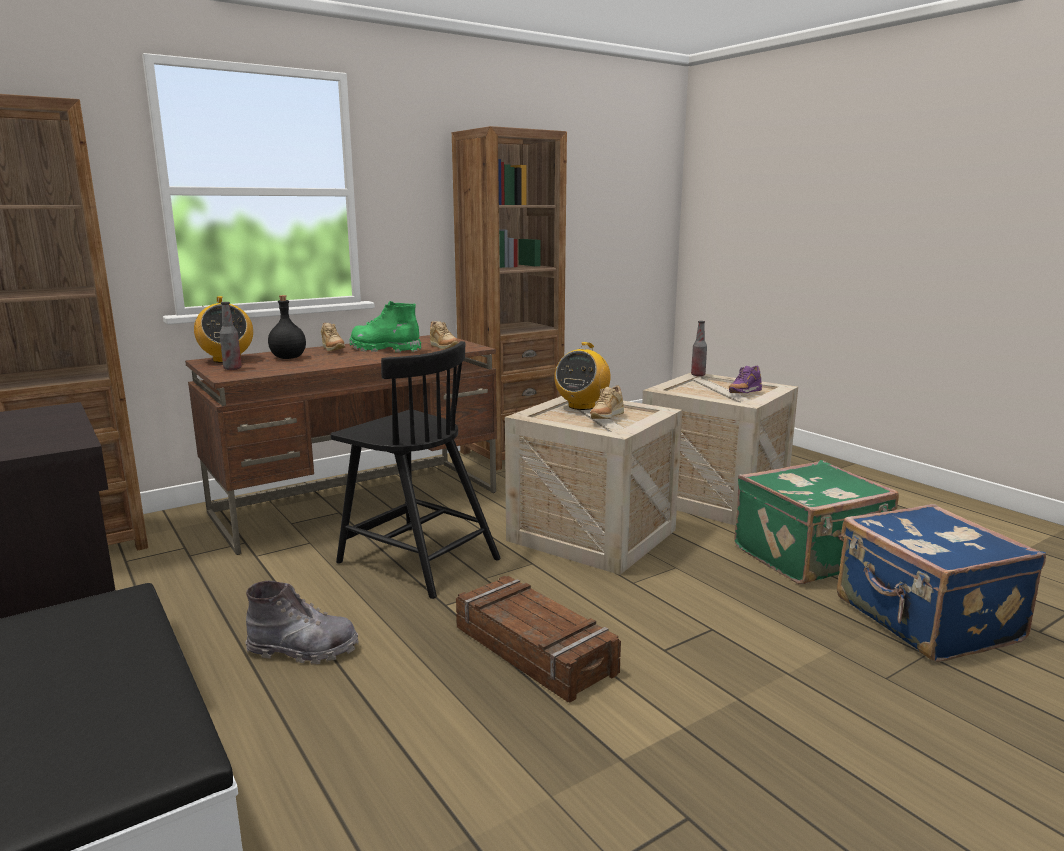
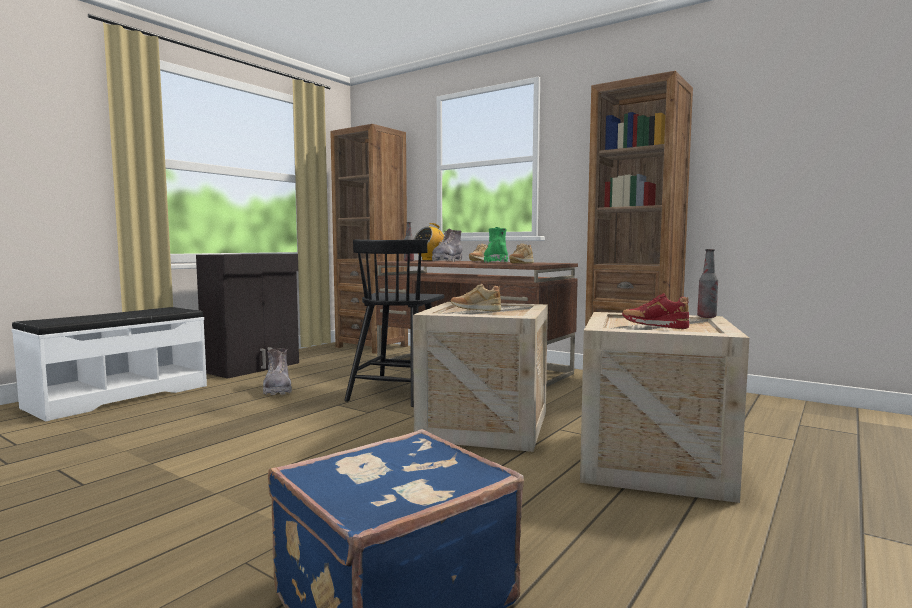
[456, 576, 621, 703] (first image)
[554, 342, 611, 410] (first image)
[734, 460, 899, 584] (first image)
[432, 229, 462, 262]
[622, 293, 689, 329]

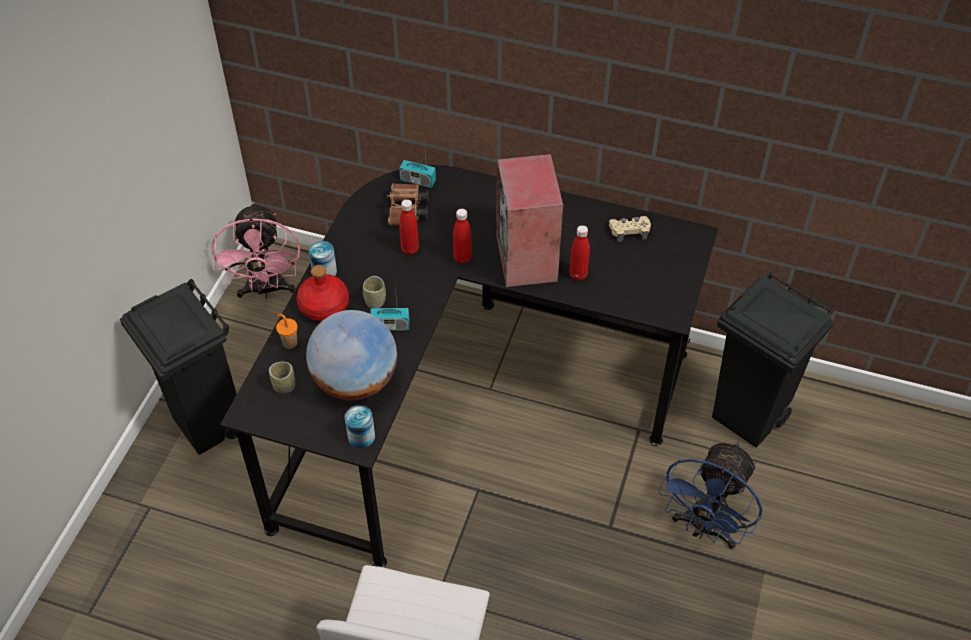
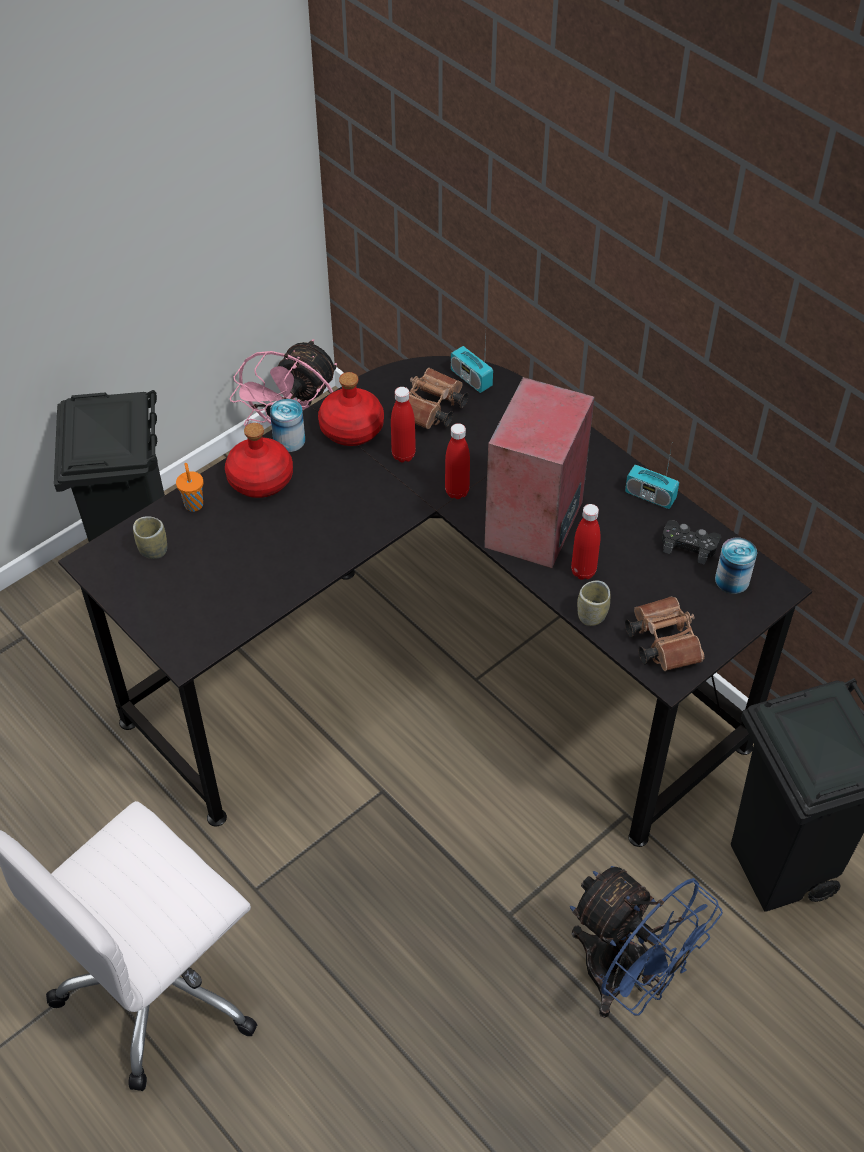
[306, 310, 397, 400] (first image)
[318, 372, 384, 446]
[625, 597, 705, 671]
[715, 537, 757, 594]
[577, 581, 610, 626]
[625, 445, 679, 509]
[662, 520, 721, 565]
[570, 866, 723, 1018]

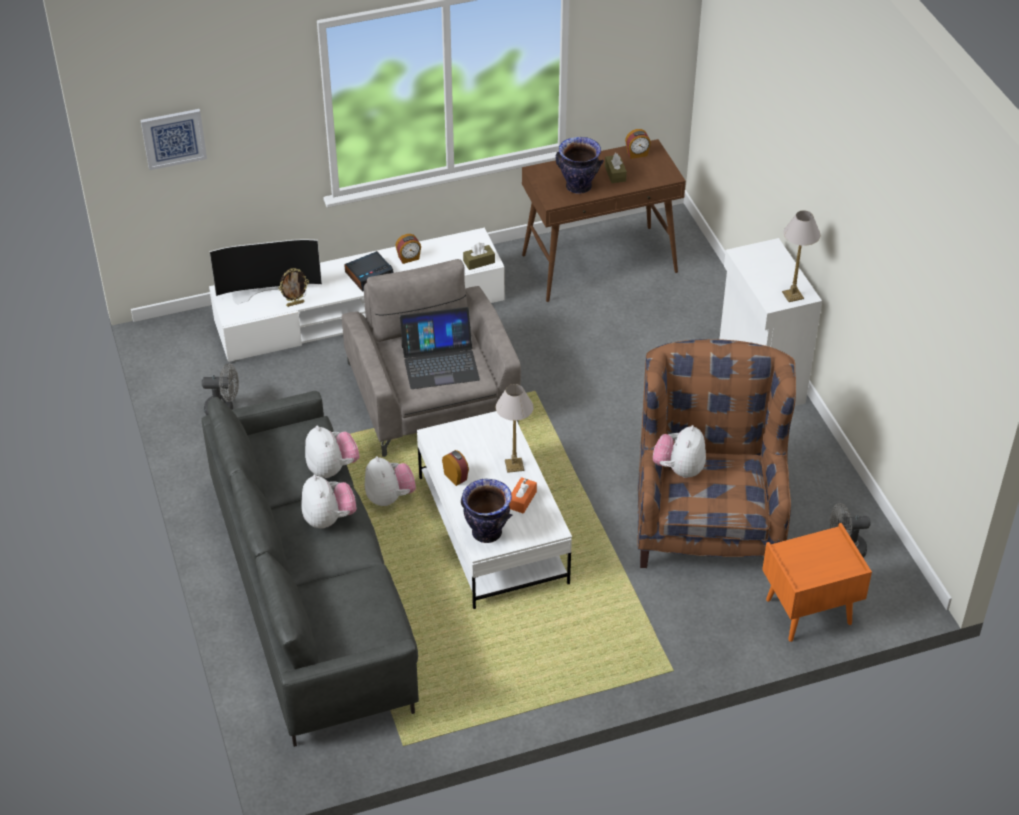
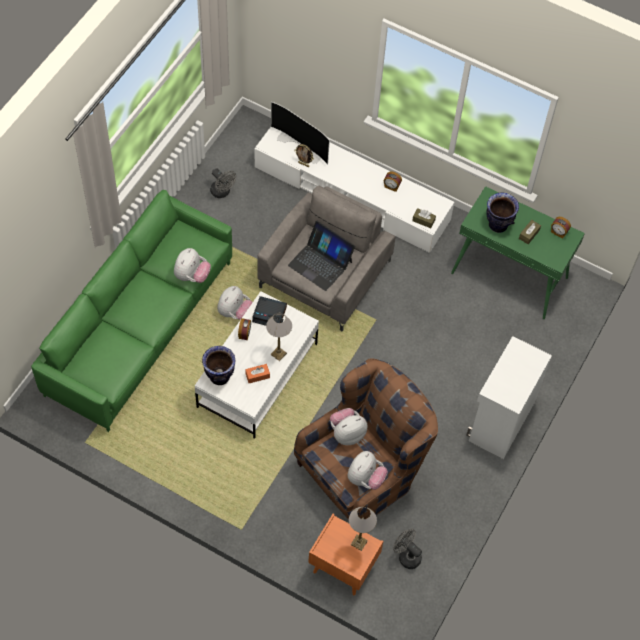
[141, 109, 207, 170] (first image)
[347, 451, 388, 490]
[252, 296, 287, 326]
[349, 507, 377, 551]
[31, 190, 232, 432]
[451, 186, 585, 319]

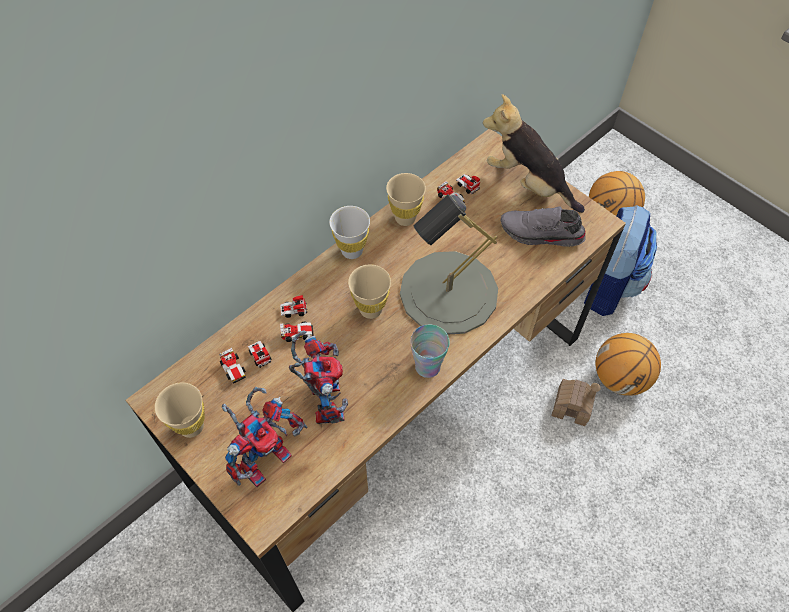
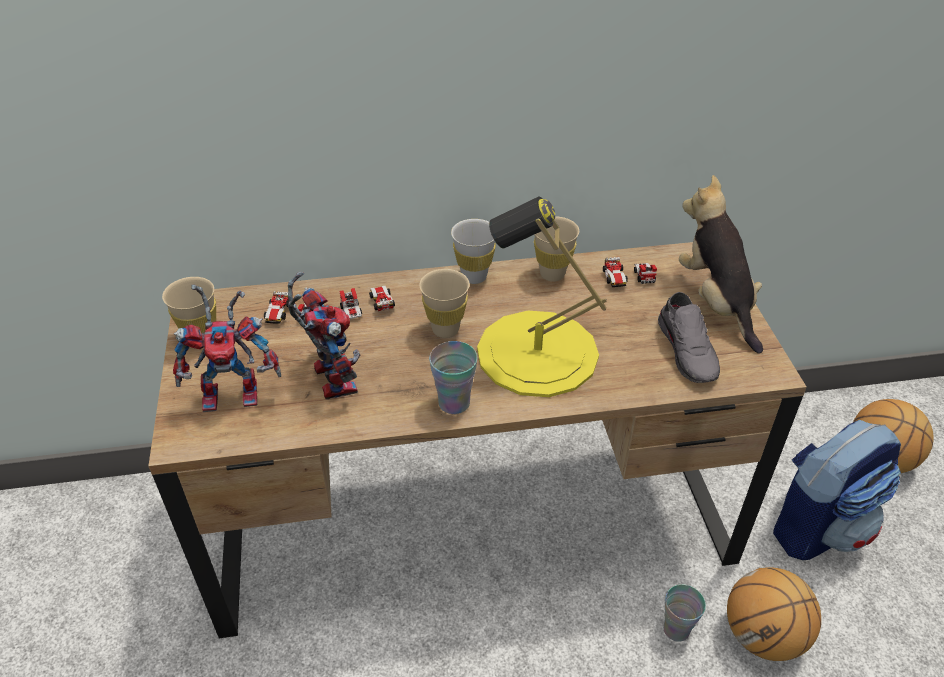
[663, 585, 706, 642]
[477, 196, 607, 397]
[340, 286, 395, 319]
[288, 272, 360, 400]
[658, 292, 720, 383]

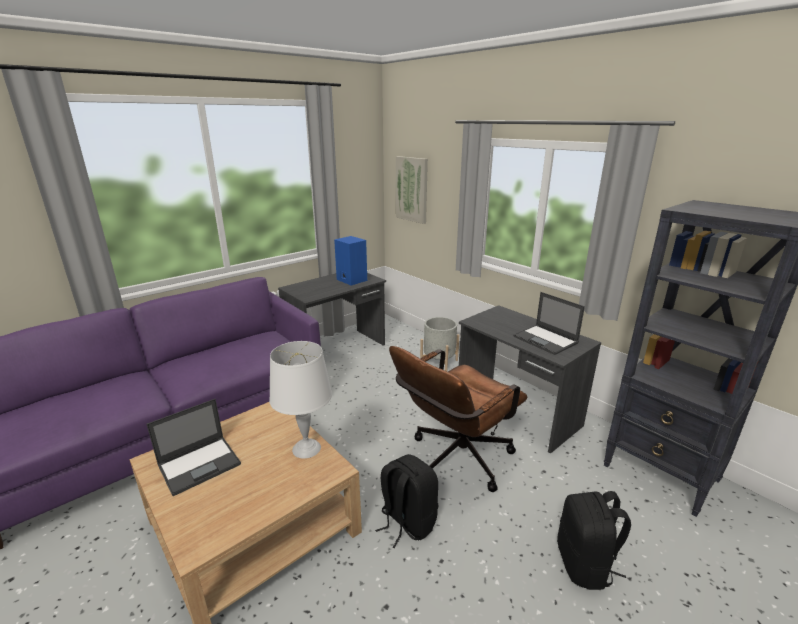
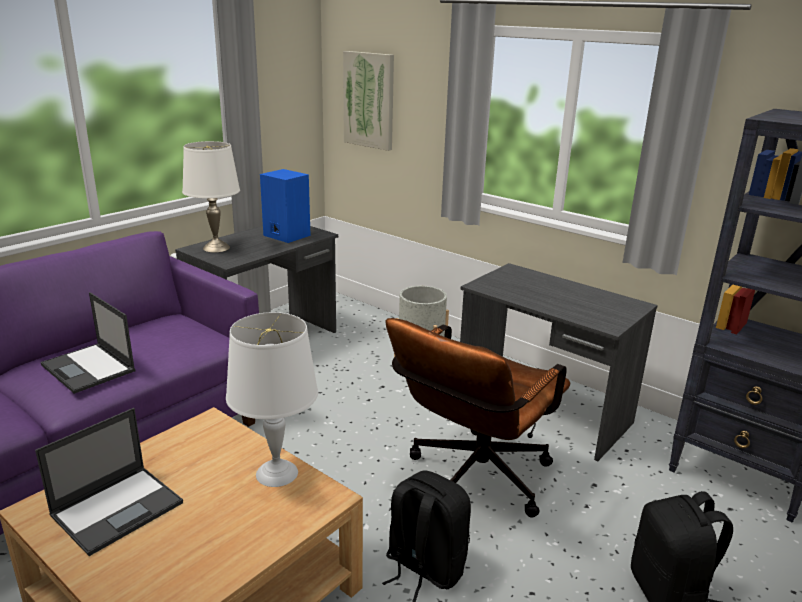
[182, 141, 240, 252]
[41, 292, 136, 394]

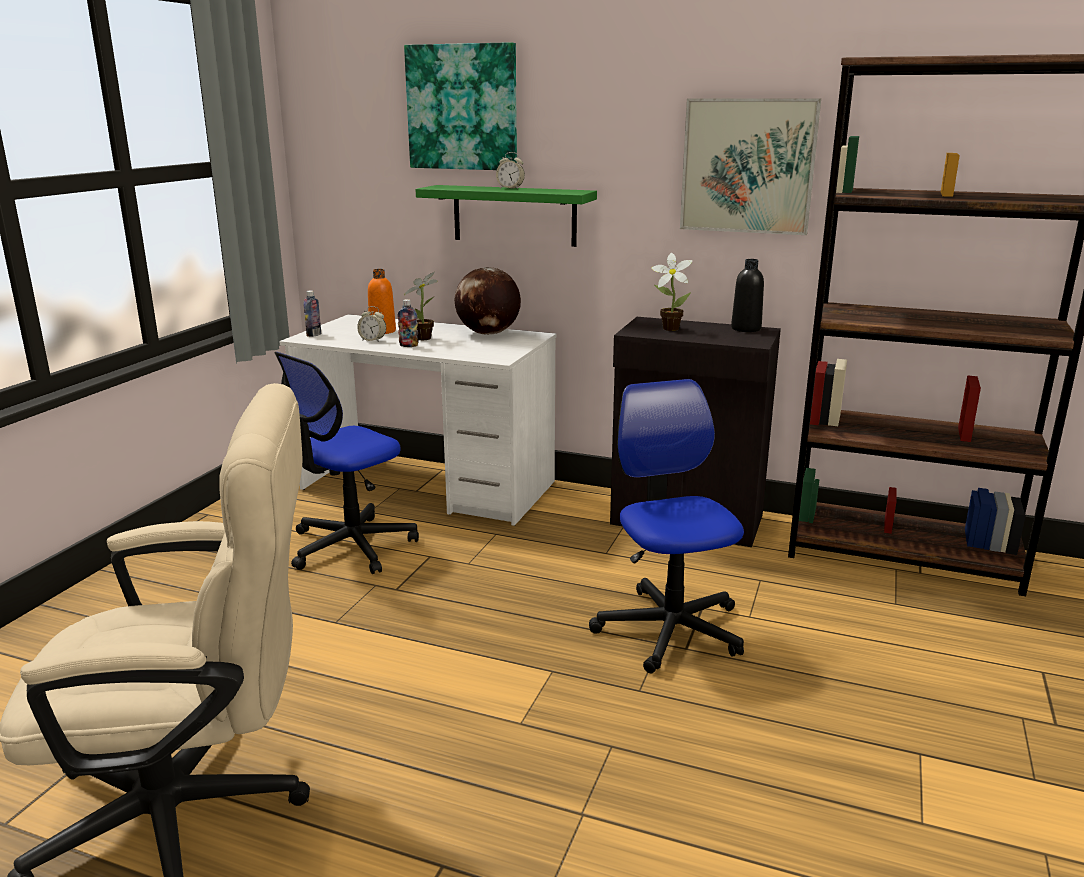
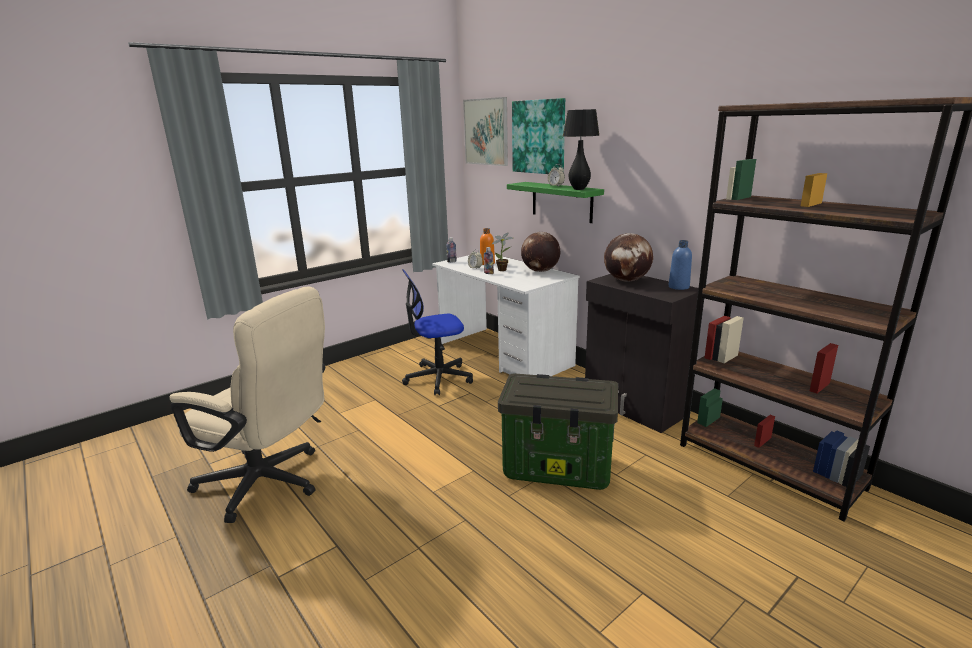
[563, 109, 599, 190]
[463, 97, 508, 166]
[498, 373, 618, 490]
[604, 233, 653, 282]
[669, 240, 692, 290]

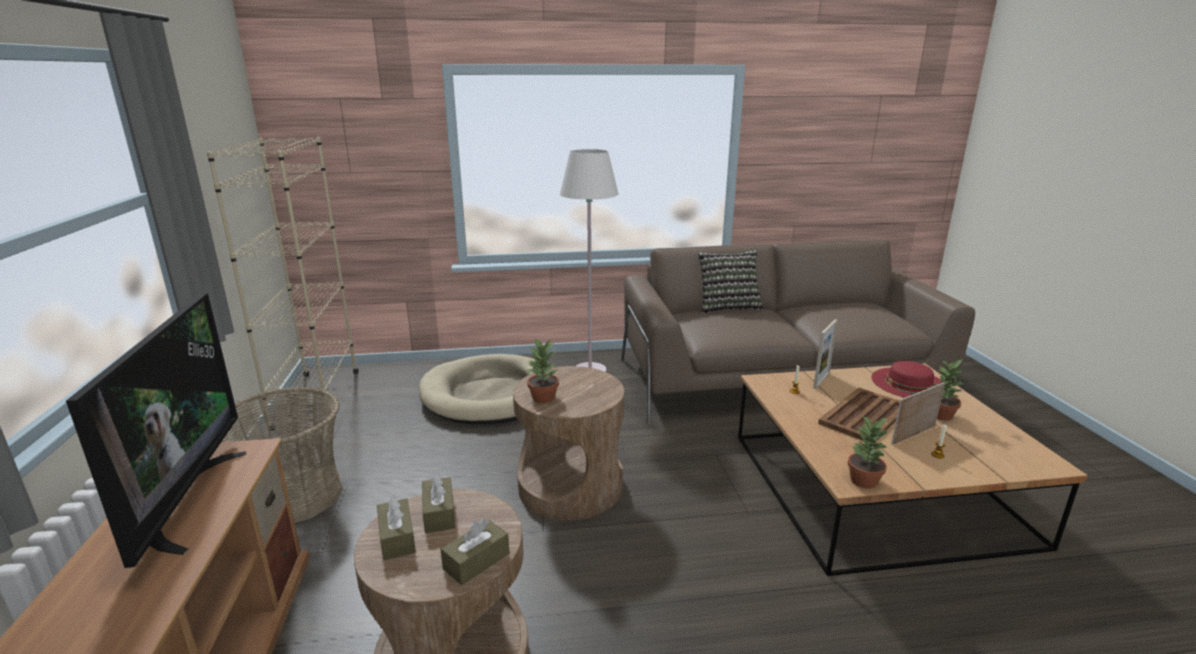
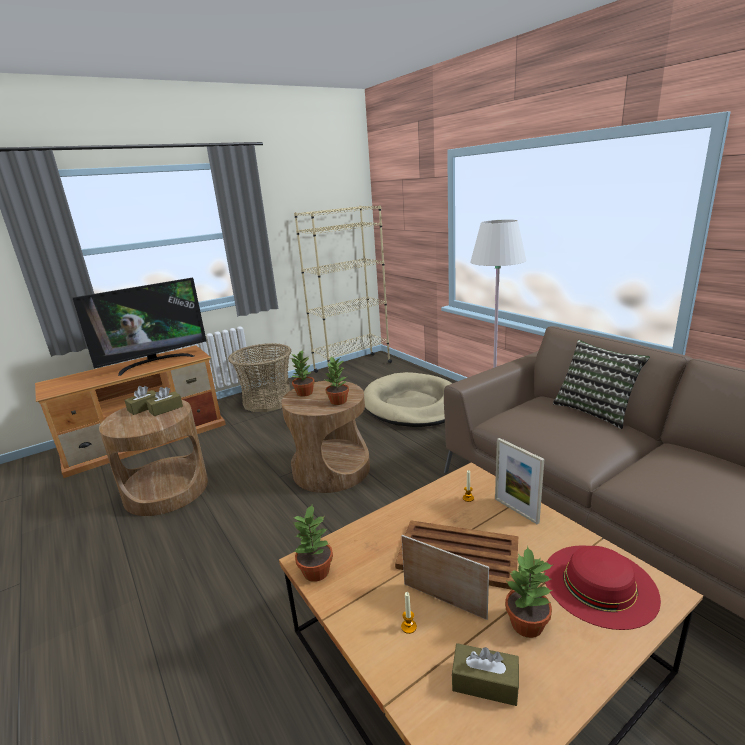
[325, 357, 349, 405]
[452, 643, 519, 706]
[495, 438, 544, 525]

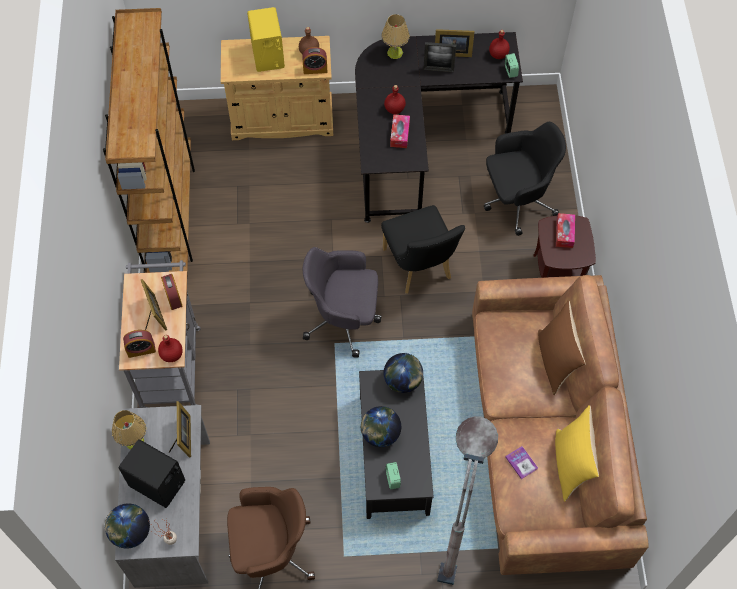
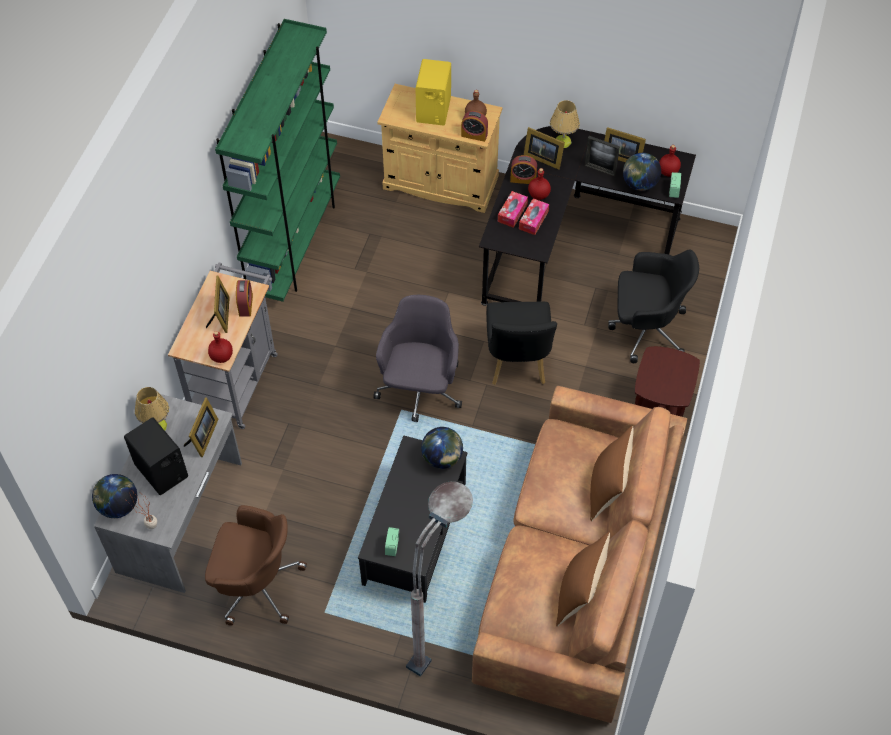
[505, 446, 538, 479] (first image)
[524, 127, 565, 170]
[510, 155, 537, 184]
[623, 153, 661, 191]
[498, 191, 528, 228]
[215, 19, 340, 302]
[556, 532, 610, 627]
[373, 295, 462, 422]

